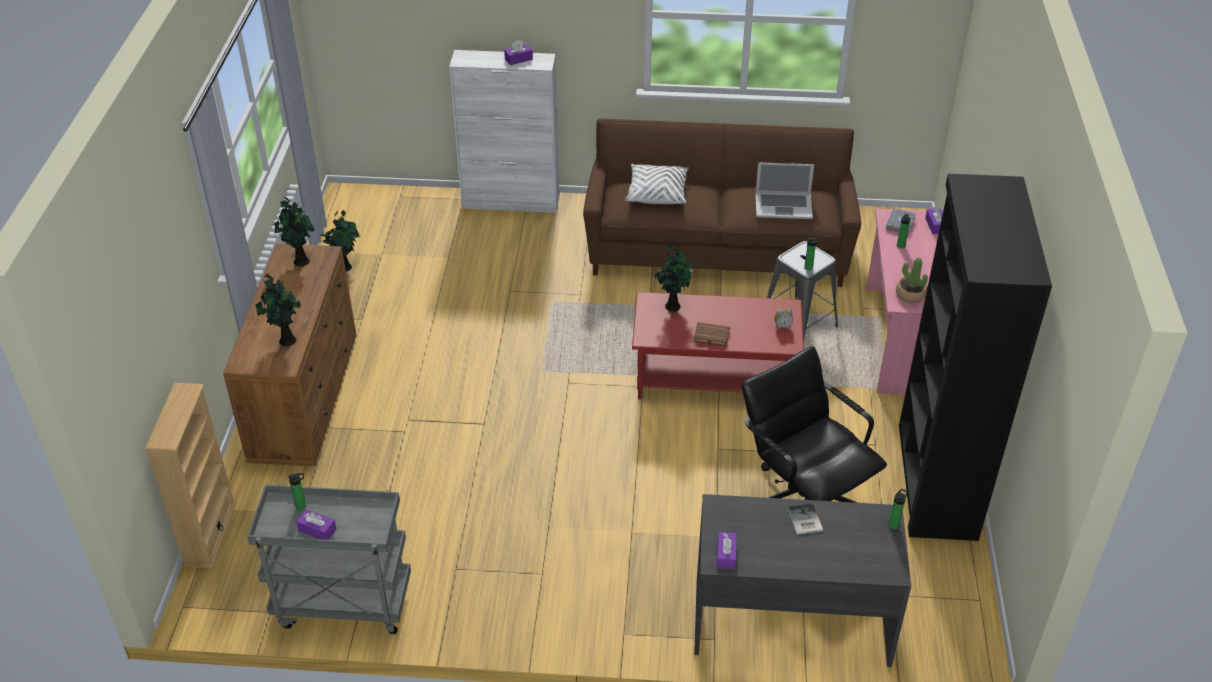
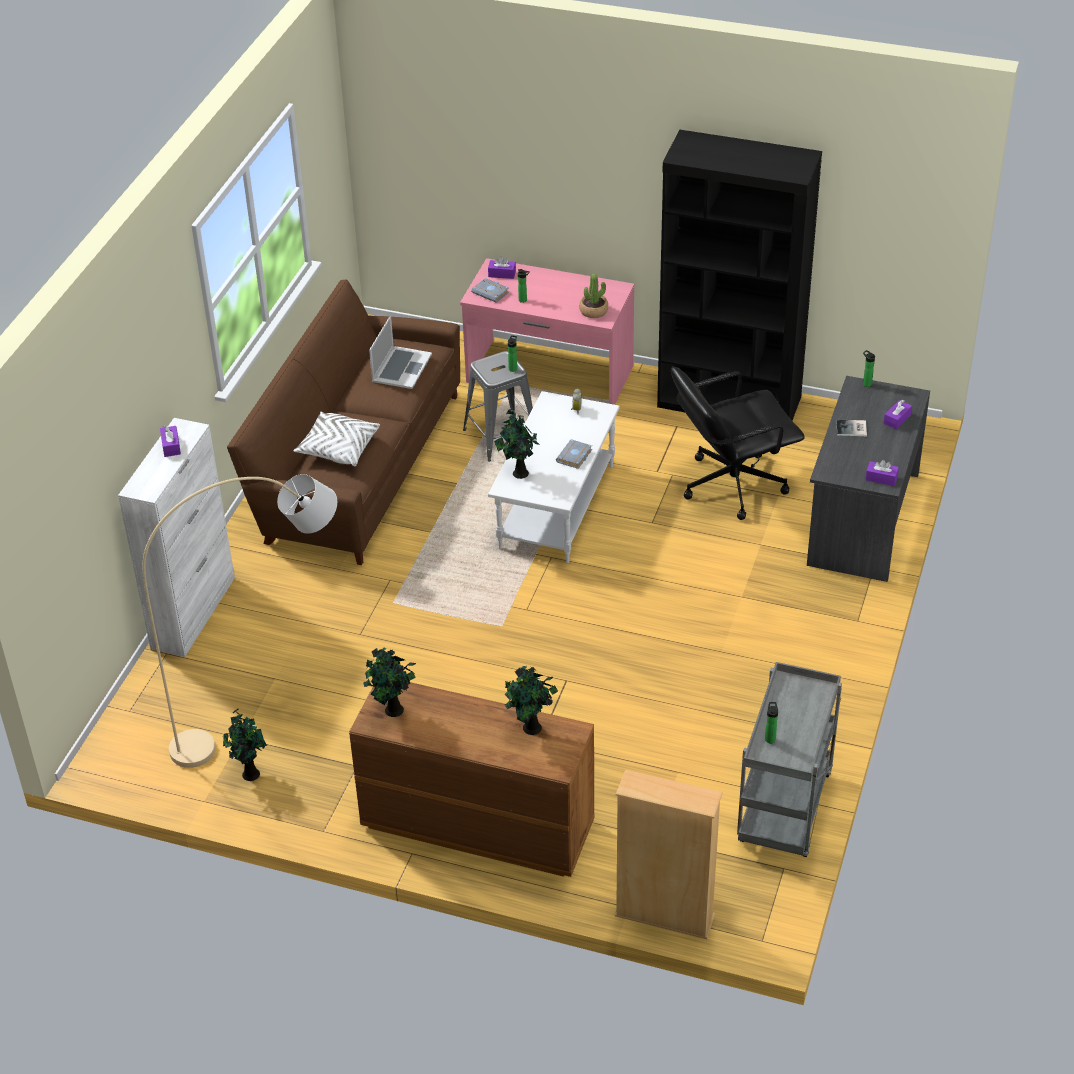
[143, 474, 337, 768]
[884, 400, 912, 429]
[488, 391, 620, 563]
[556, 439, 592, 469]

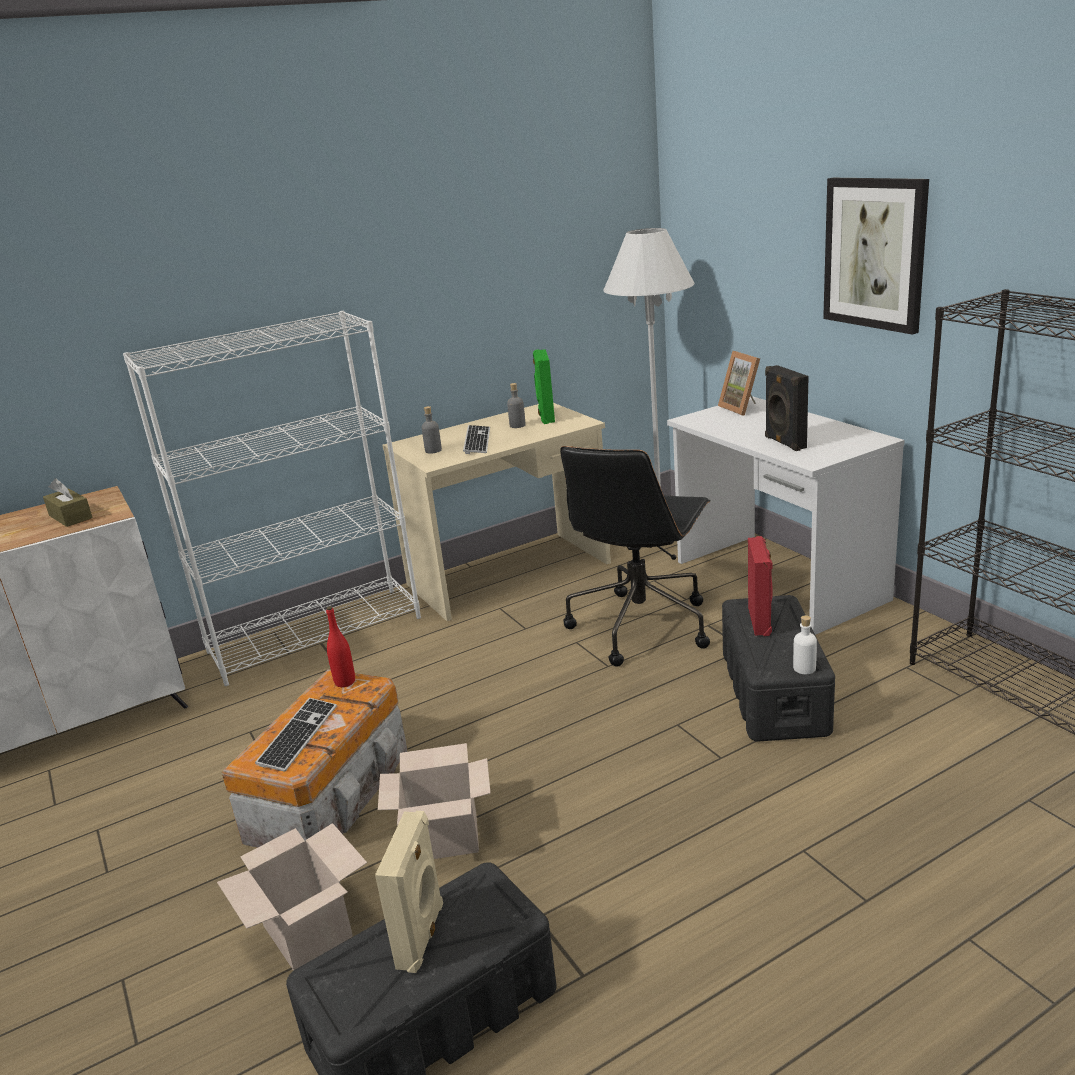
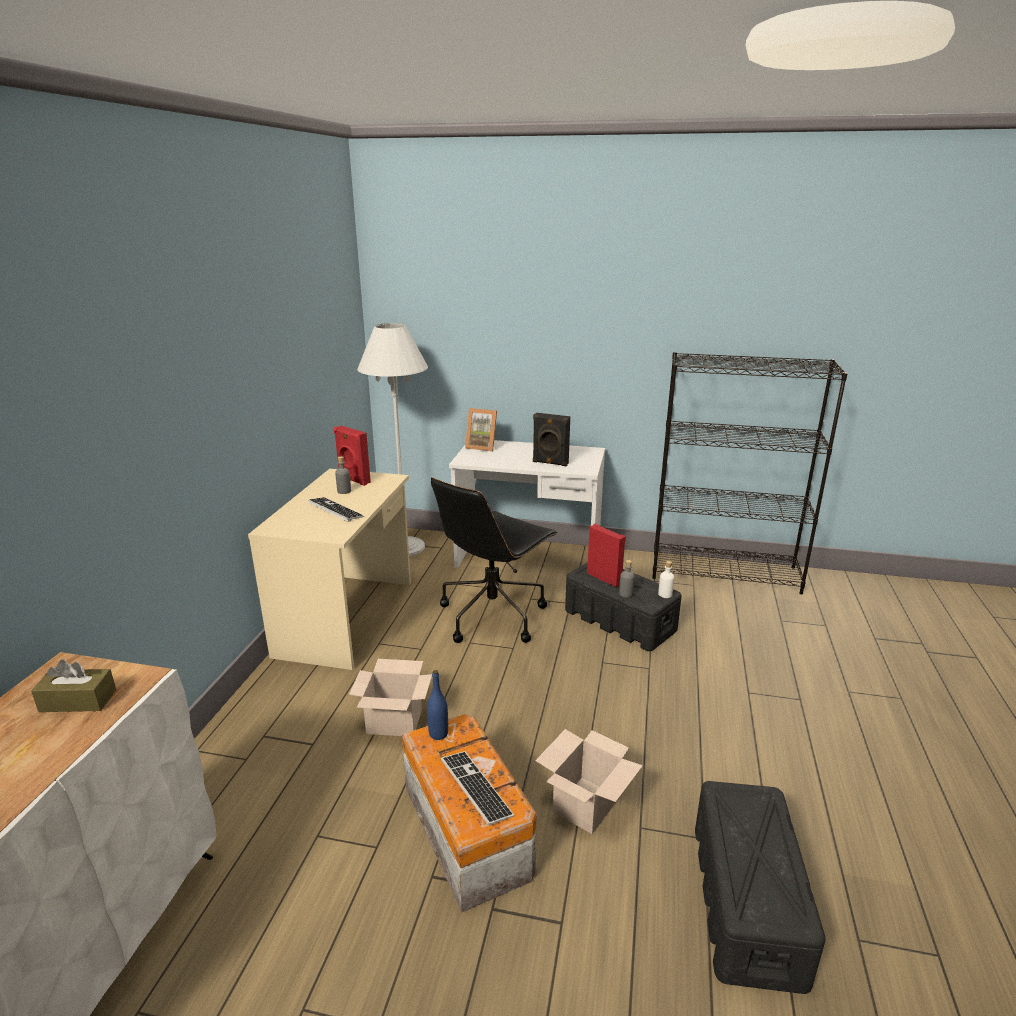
[123, 311, 421, 686] (first image)
[375, 811, 443, 973] (first image)
[823, 178, 929, 335] (first image)
[349, 659, 432, 736]
[619, 560, 635, 597]
[427, 670, 448, 740]
[334, 426, 371, 486]
[431, 477, 558, 643]

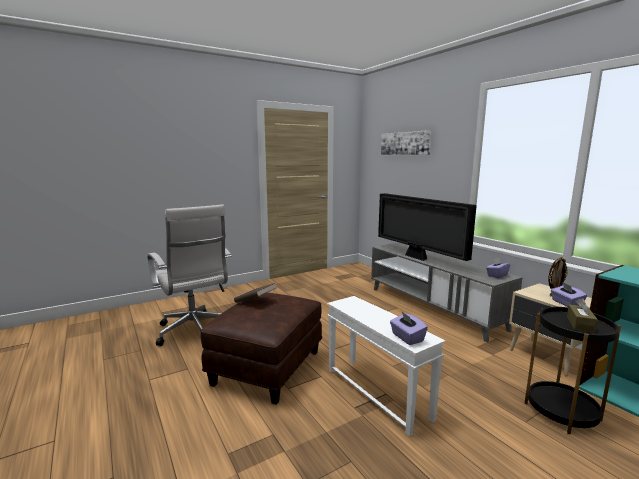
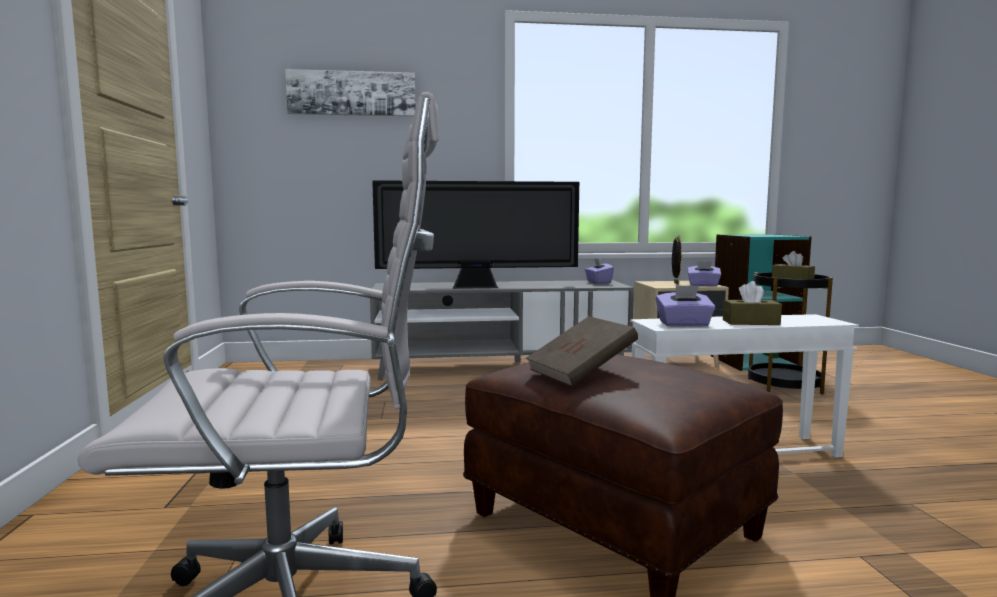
[723, 281, 782, 325]
[656, 285, 716, 327]

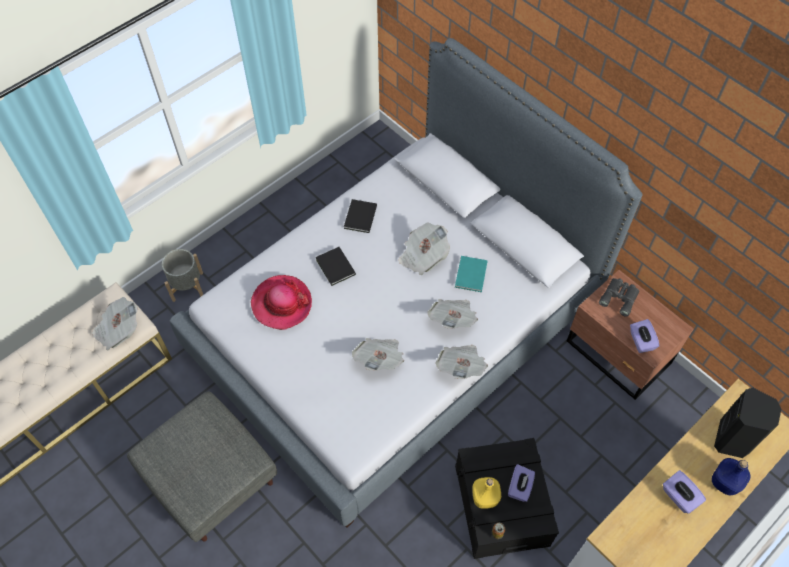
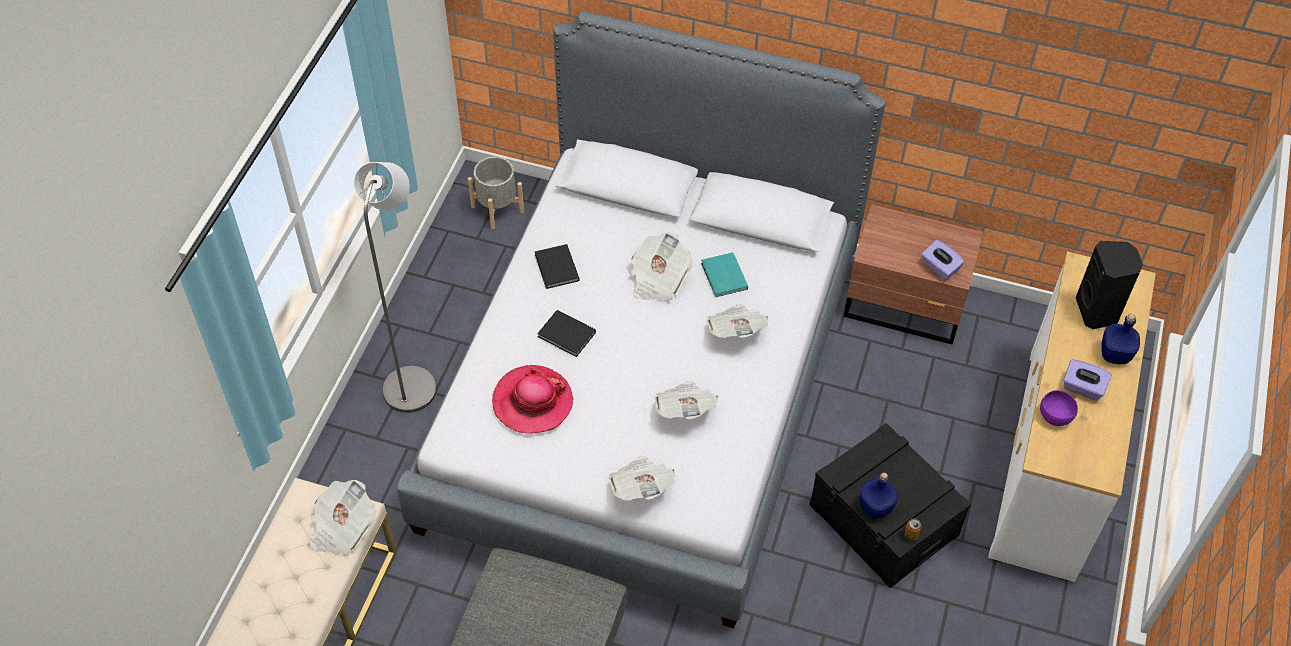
[508, 464, 535, 502] (first image)
[599, 278, 639, 317] (first image)
[354, 162, 437, 413]
[1040, 390, 1078, 426]
[468, 156, 524, 229]
[609, 456, 675, 501]
[860, 472, 898, 519]

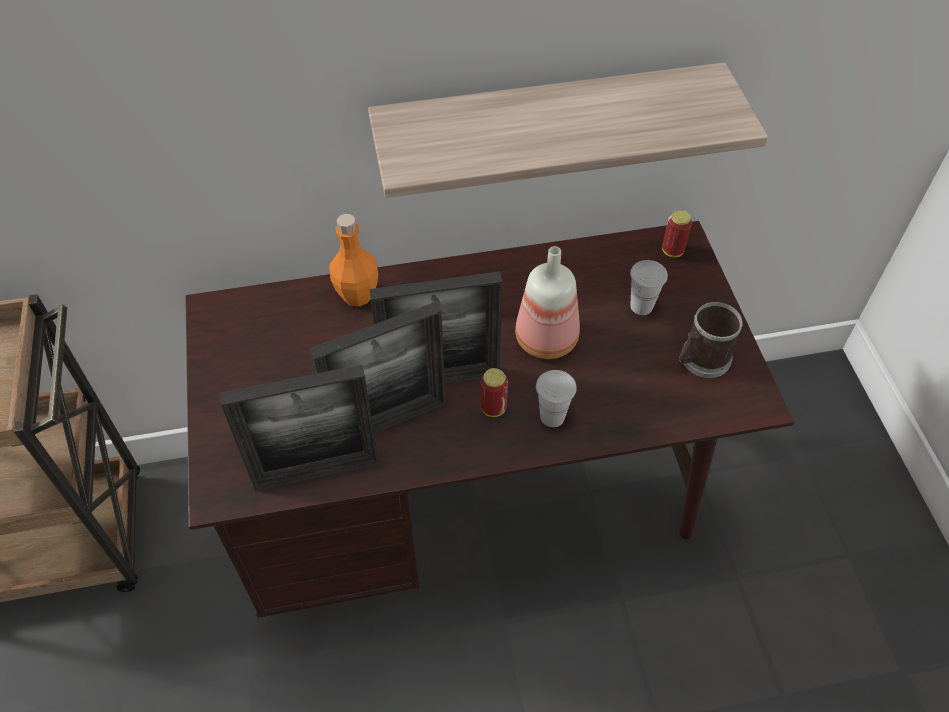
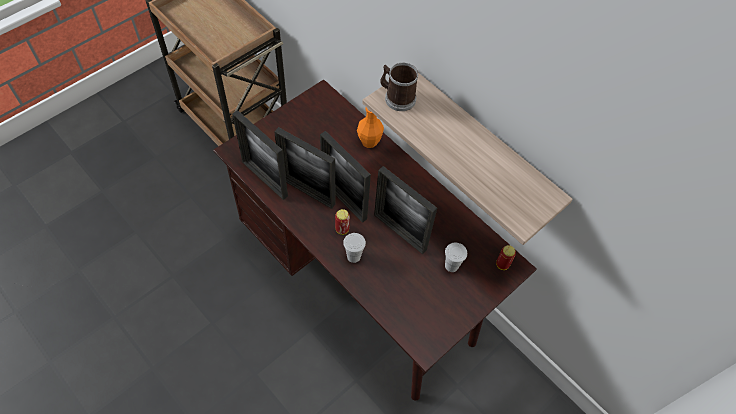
[380, 63, 418, 111]
[374, 166, 437, 254]

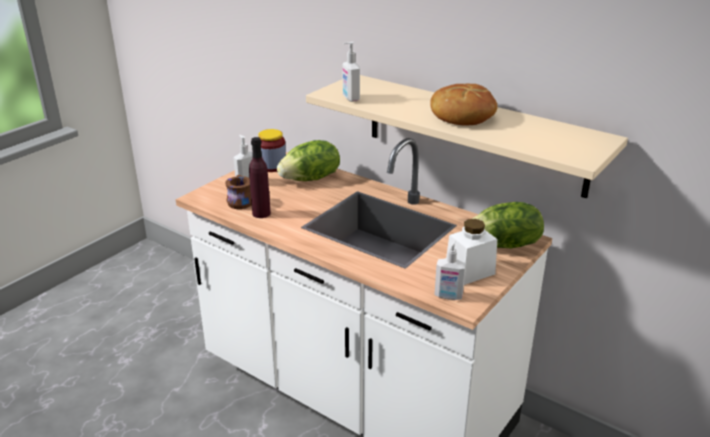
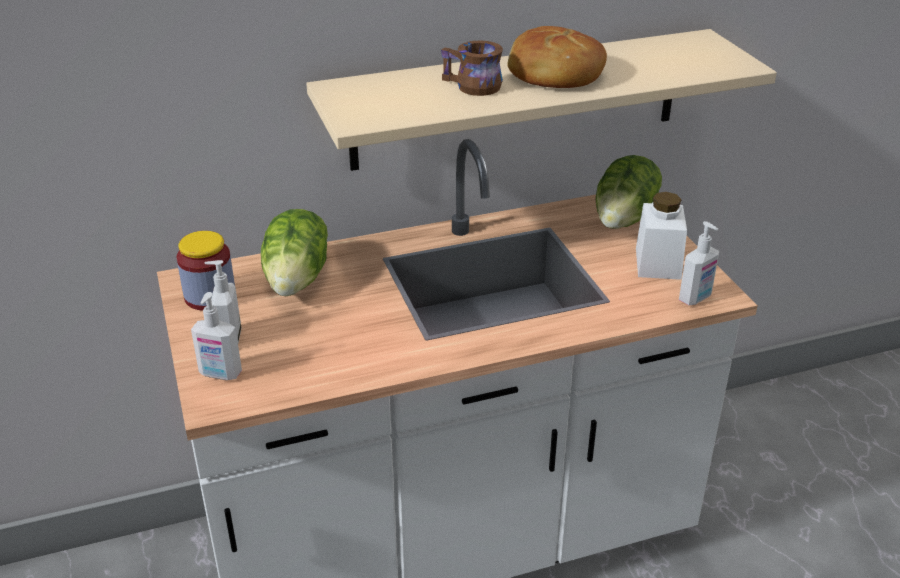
[249, 137, 271, 218] (first image)
[441, 40, 503, 96]
[191, 292, 242, 380]

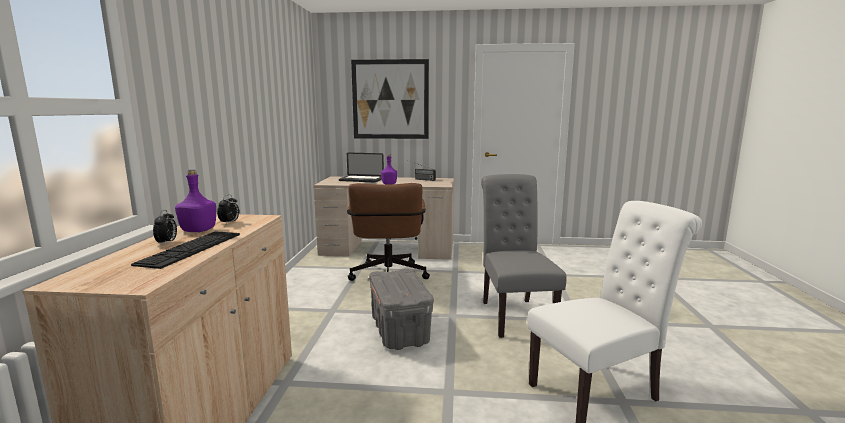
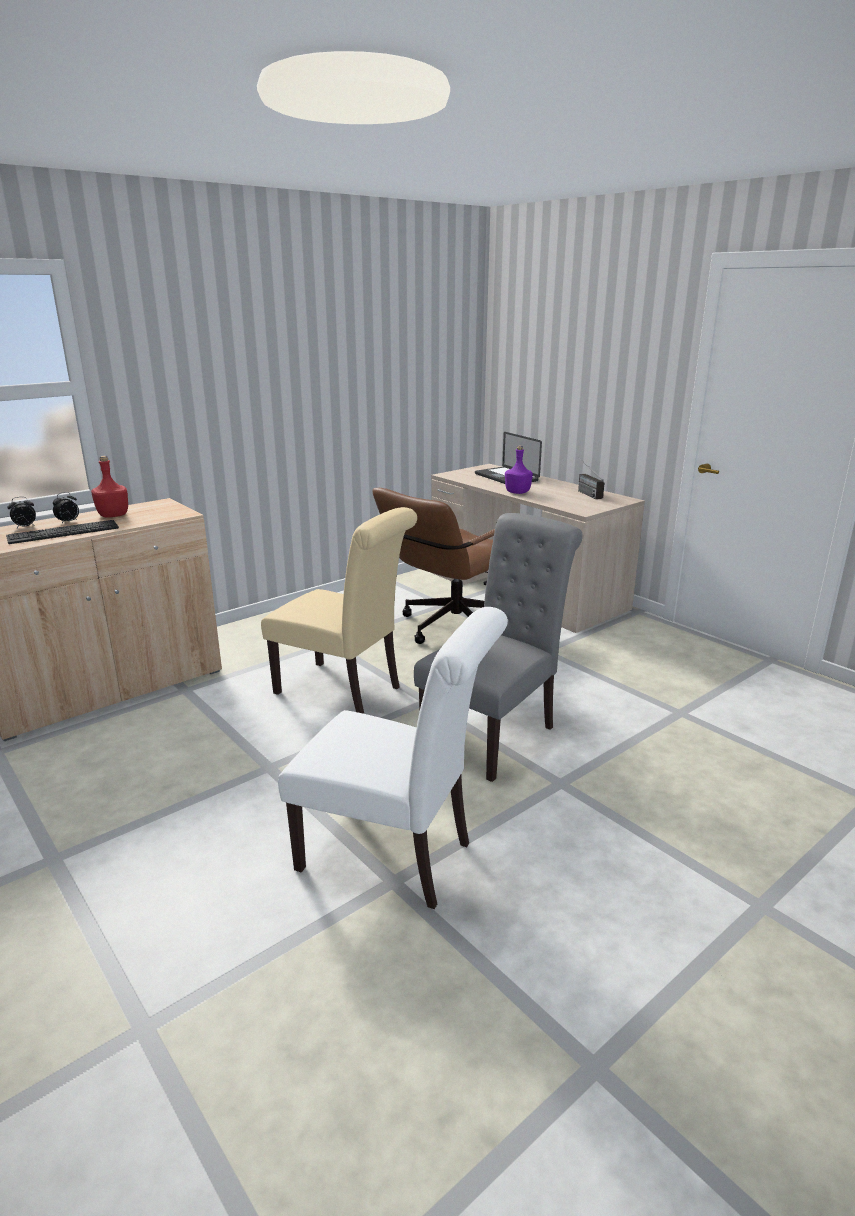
[351, 59, 429, 139] (first image)
[7, 497, 36, 528]
[261, 507, 417, 714]
[91, 456, 128, 517]

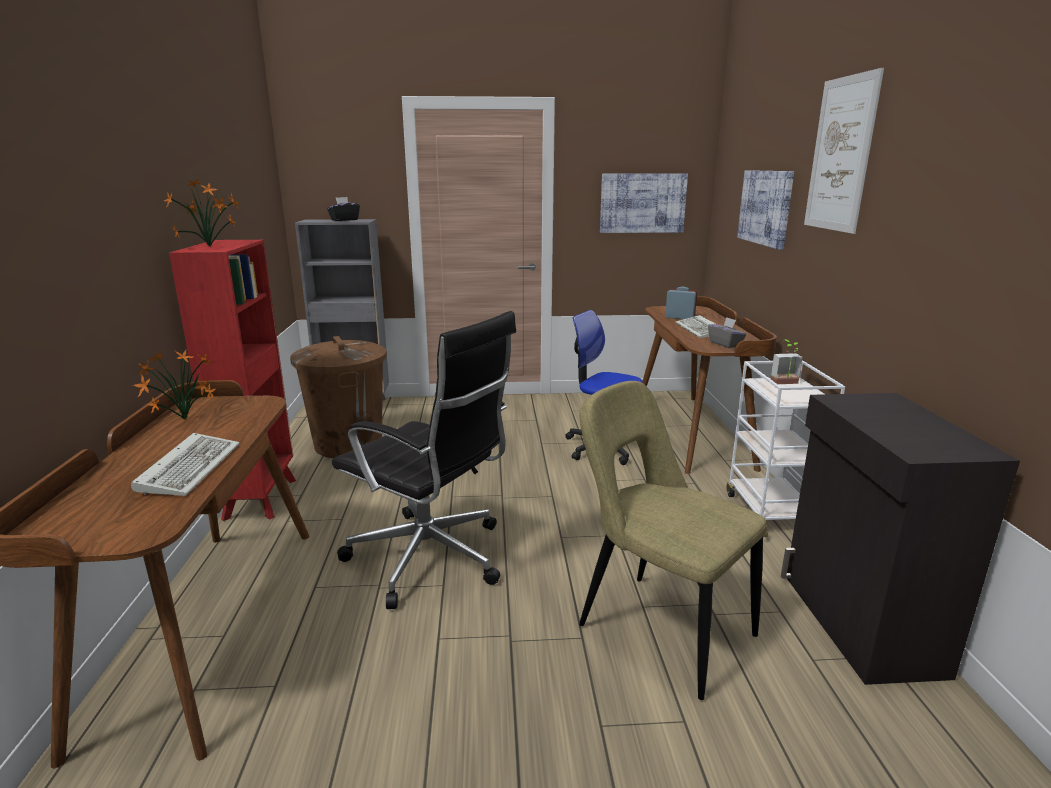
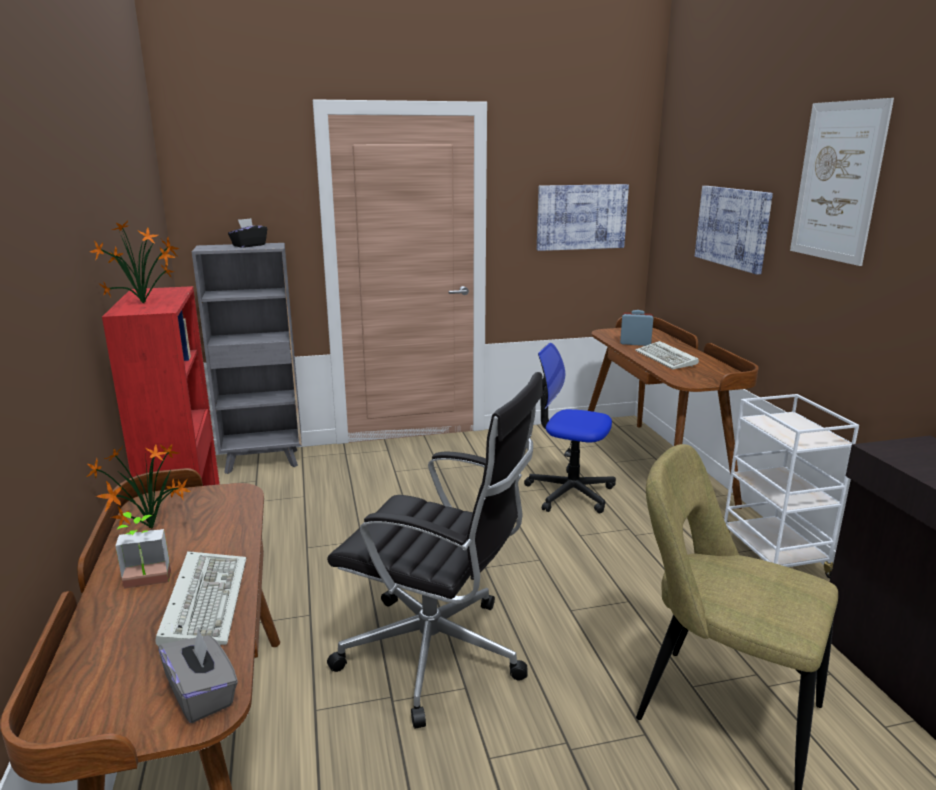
[290, 336, 387, 458] (first image)
[158, 628, 238, 723]
[115, 512, 171, 589]

